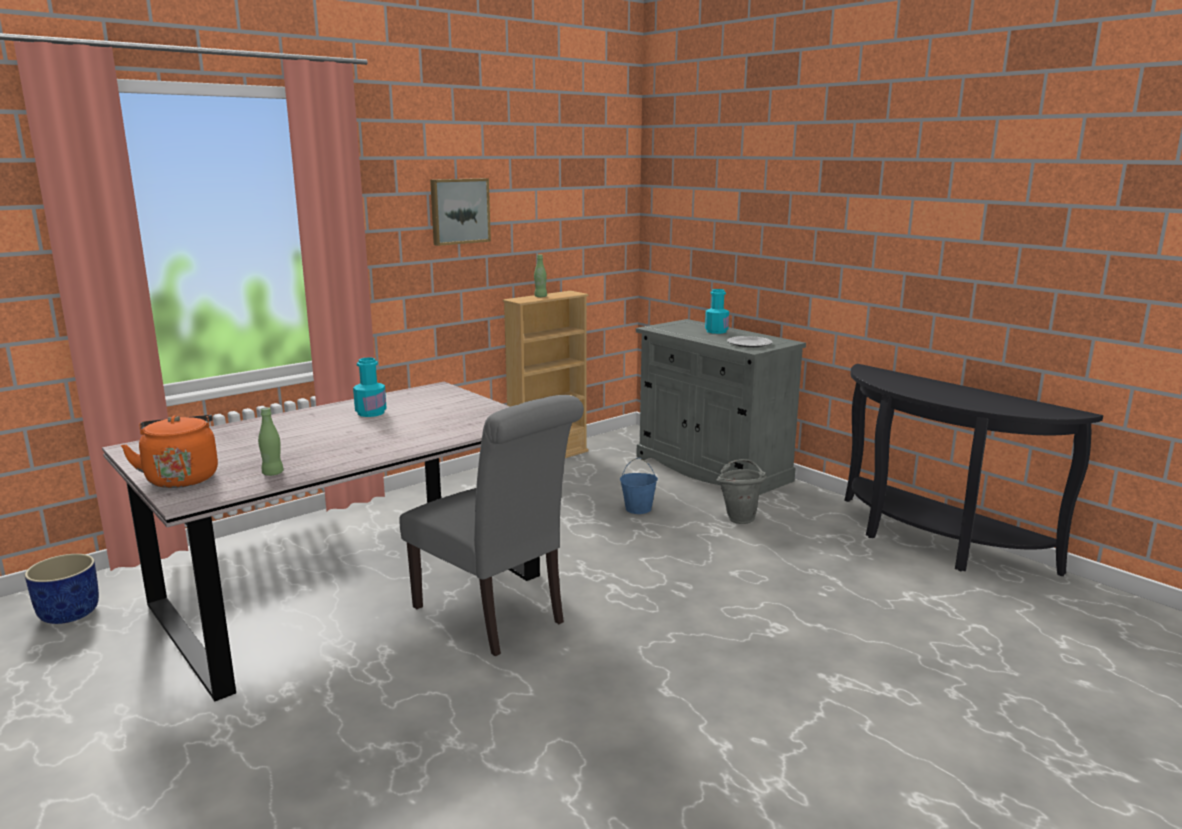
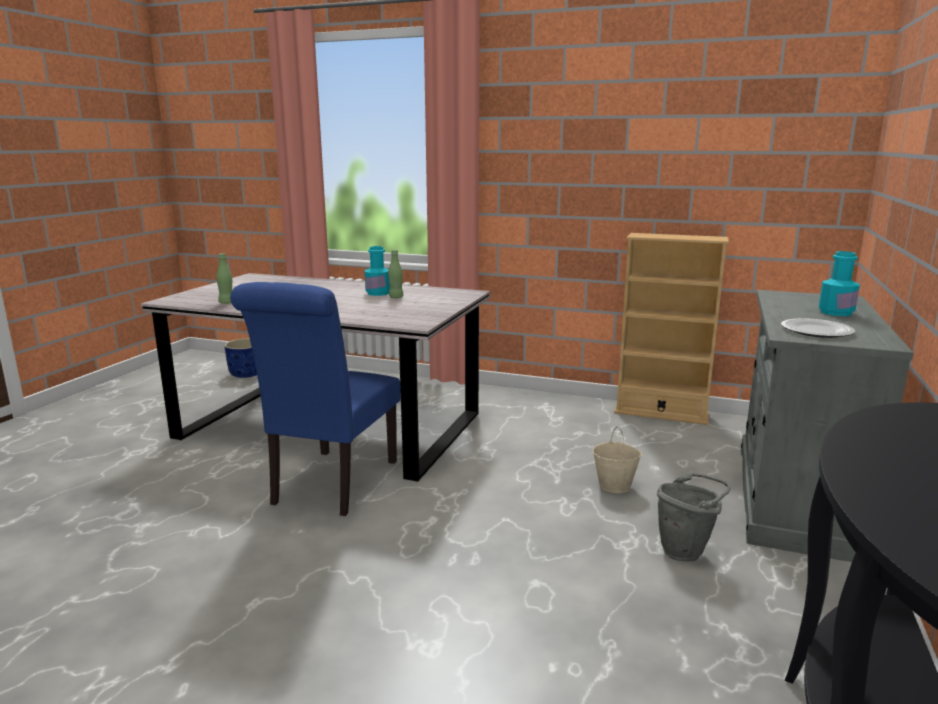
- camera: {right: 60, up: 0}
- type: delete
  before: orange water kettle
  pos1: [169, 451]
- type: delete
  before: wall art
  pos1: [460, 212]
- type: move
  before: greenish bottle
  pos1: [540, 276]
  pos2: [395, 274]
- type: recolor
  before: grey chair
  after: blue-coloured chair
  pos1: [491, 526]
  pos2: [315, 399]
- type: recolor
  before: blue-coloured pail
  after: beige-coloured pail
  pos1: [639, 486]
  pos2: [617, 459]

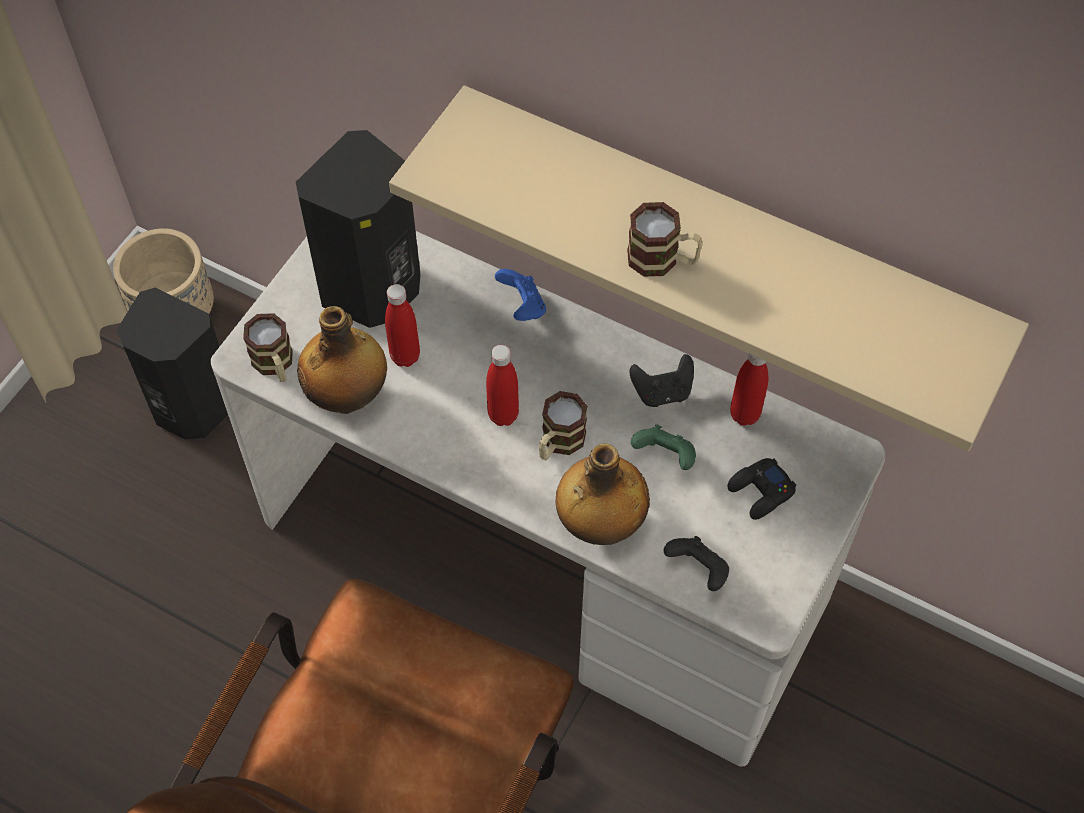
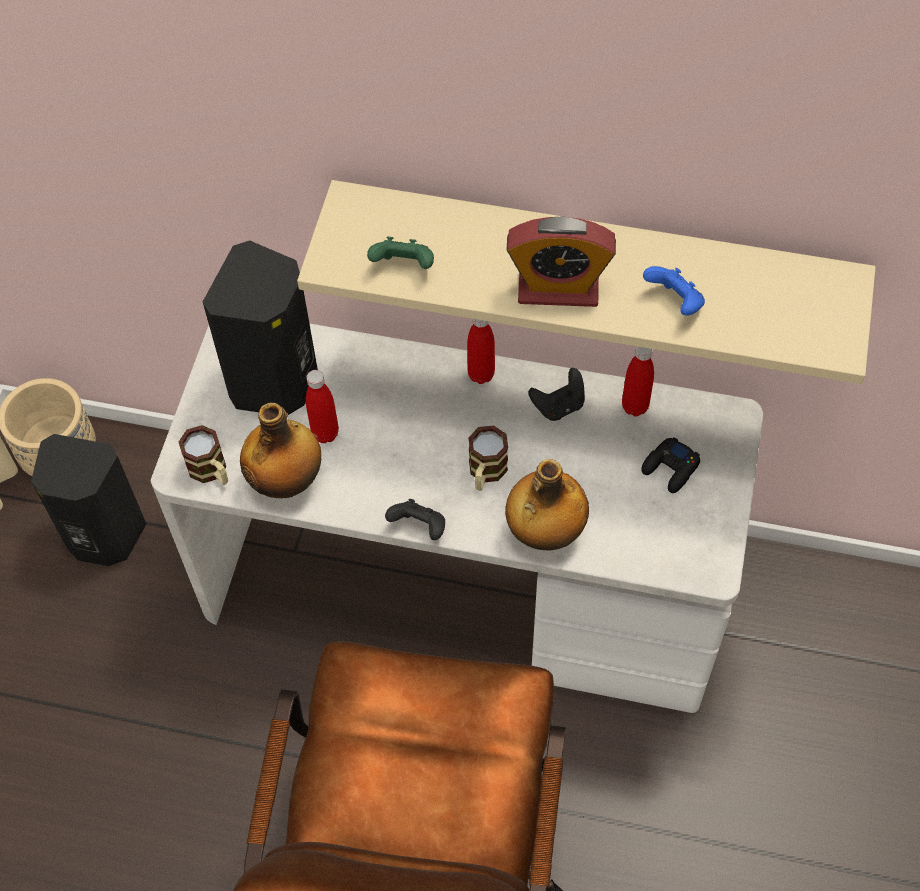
- camera: {right: -15, up: 0}
- type: move
  before: reddish bottle
  pos1: [502, 385]
  pos2: [481, 351]
- type: move
  before: blue-coloured gamepad
  pos1: [520, 295]
  pos2: [674, 291]
- type: move
  before: greenish gamepad
  pos1: [663, 447]
  pos2: [400, 253]
- type: move
  before: black-coloured gamepad
  pos1: [696, 563]
  pos2: [415, 519]
- type: replace
  before: mug
  after: alarm clock
  pos1: [665, 239]
  pos2: [561, 261]

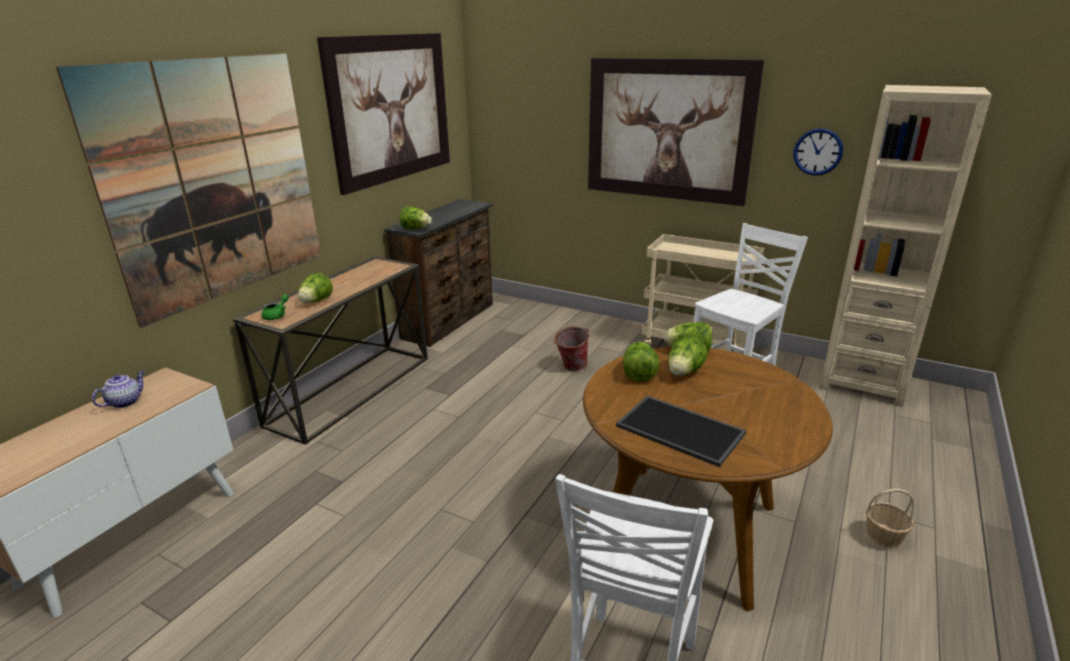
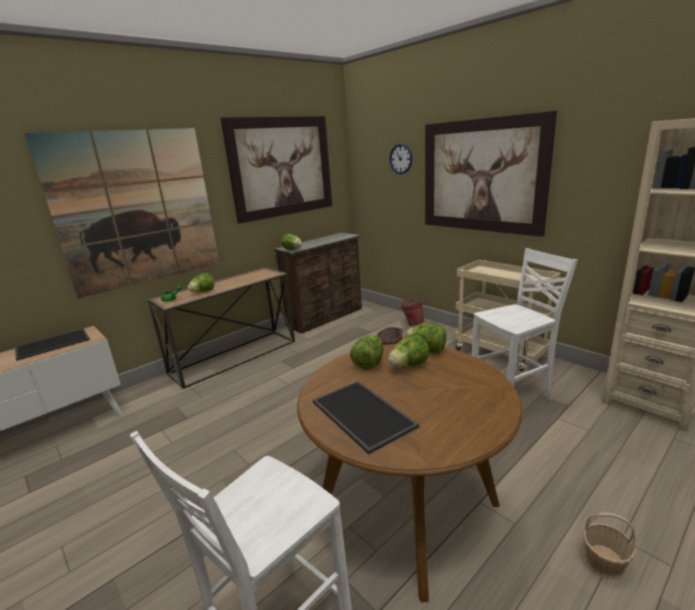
- camera: {right: 20, up: -5}
- type: insert
  after: pail
  pos2: [412, 312]
- type: move
  before: wall clock
  pos1: [818, 151]
  pos2: [400, 159]
- type: replace
  before: tea pot
  after: serving tray
  pos1: [118, 389]
  pos2: [52, 344]

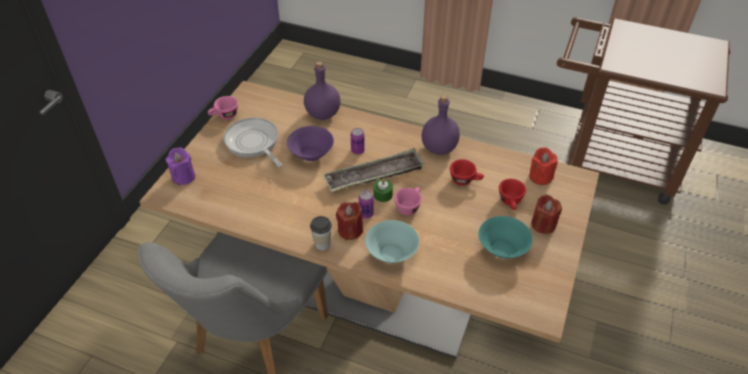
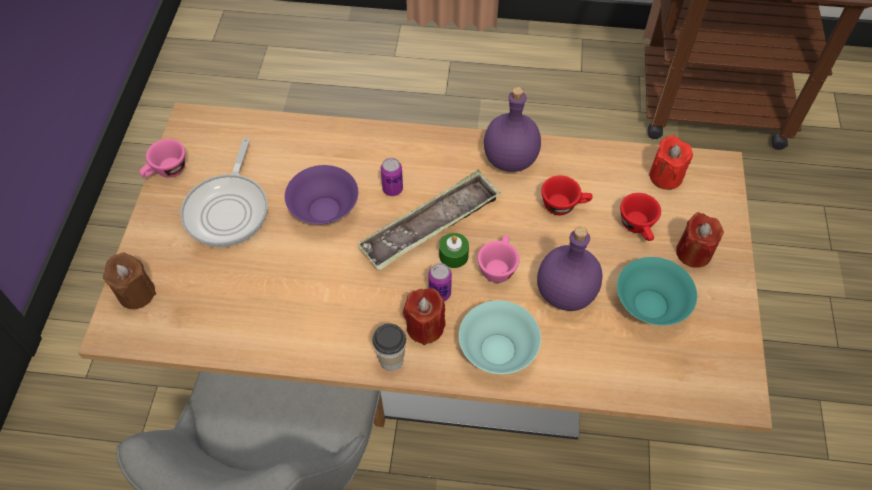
- camera: {right: -15, up: 10}
- type: move
  before: purplish bottle
  pos1: [322, 90]
  pos2: [570, 269]
- type: recolor
  before: purplish wax candle
  after: brown wax candle
  pos1: [180, 166]
  pos2: [129, 280]
- type: rotate
  before: frying pan
  pos1: [253, 142]
  pos2: [224, 192]
  turn: -120

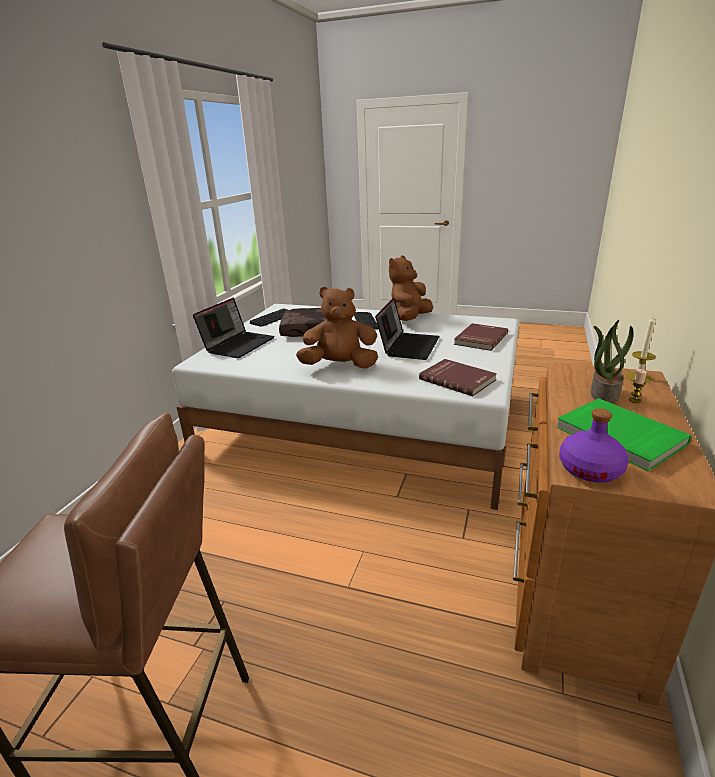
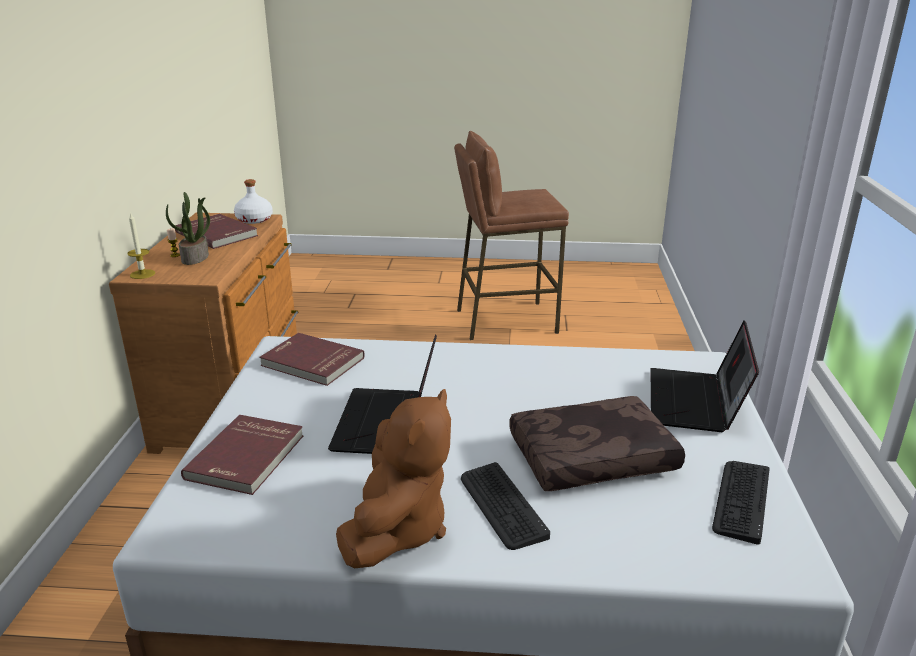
- camera: {right: 165, up: 0}
- type: delete
  before: brown soft toy
  pos1: [337, 327]
- type: recolor
  before: greenish bound book
  after: reddish bound book
  pos1: [624, 434]
  pos2: [216, 231]
- type: recolor
  before: purplish bottle
  after: white-coloured bottle
  pos1: [594, 445]
  pos2: [253, 201]

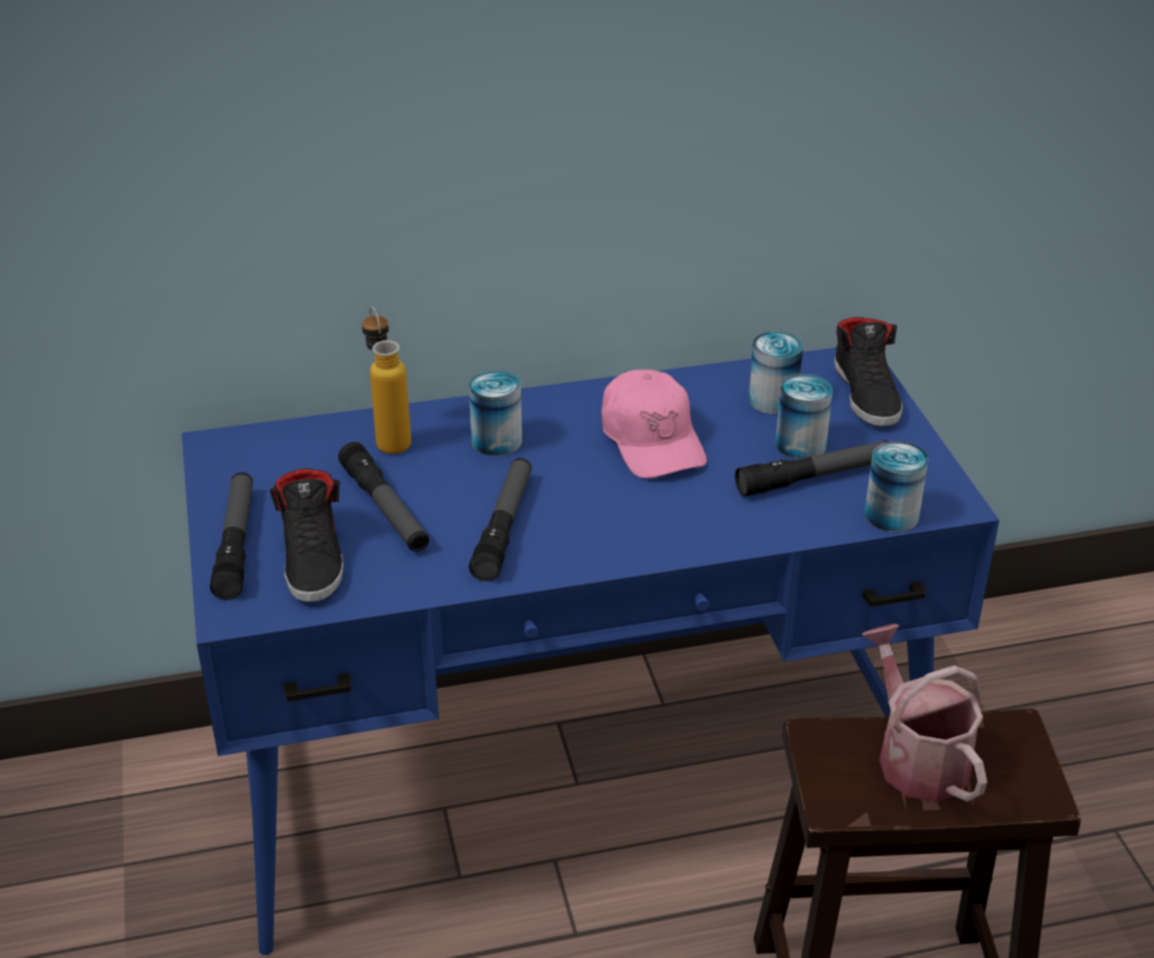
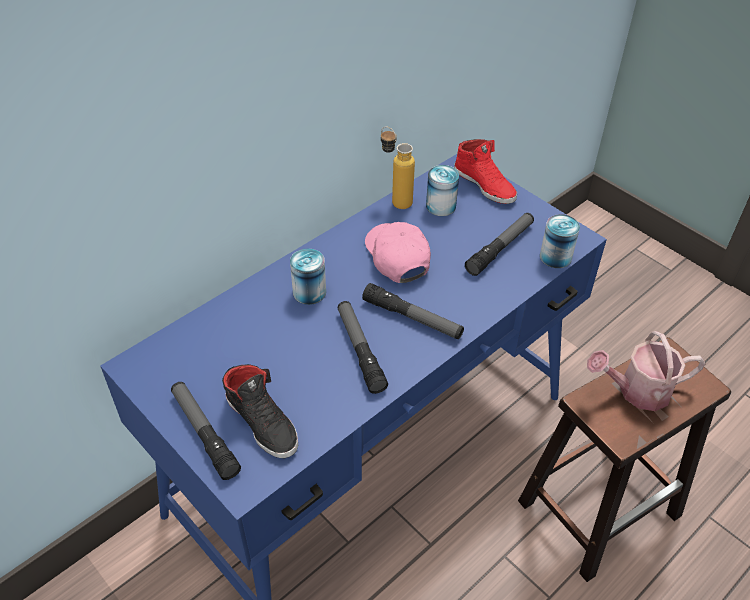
- camera: {right: -30, up: 10}
- type: delete
  before: sealed can
  pos1: [804, 417]
- type: move
  before: torch
  pos1: [383, 497]
  pos2: [413, 311]
- type: move
  before: bottle
  pos1: [386, 380]
  pos2: [398, 167]
- type: recolor
  before: black-coloured item of footwear
  after: reddish item of footwear
  pos1: [868, 371]
  pos2: [485, 171]
- type: rotate
  before: pink-coloured peaked cap
  pos1: [654, 424]
  pos2: [398, 252]
  turn: -150
- type: rotate
  before: watering can
  pos1: [924, 713]
  pos2: [646, 371]
  turn: -45

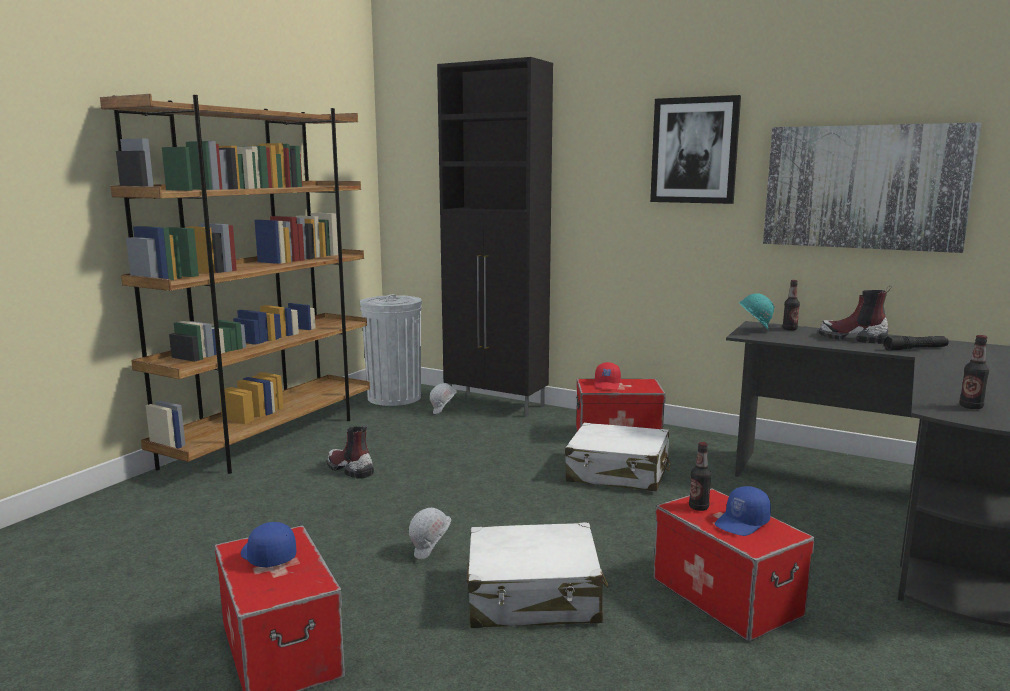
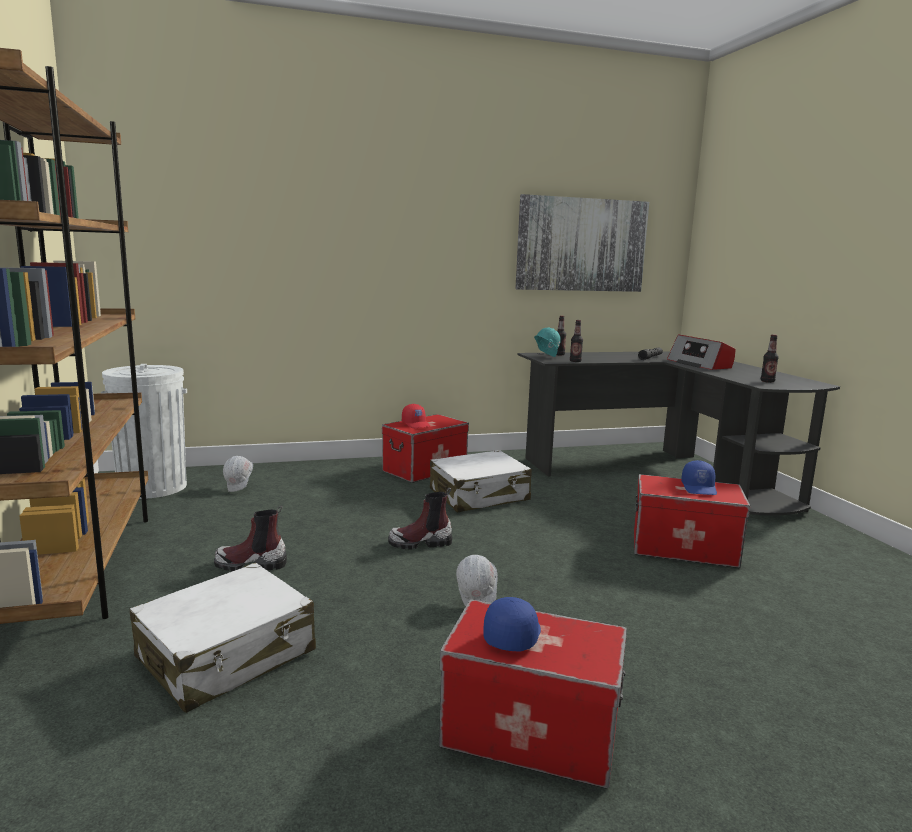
- camera: {right: -45, up: 0}
- type: delete
  before: black-coloured cabinet
  pos1: [495, 237]
- type: delete
  before: wall art
  pos1: [695, 149]
- type: insert
  after: radio
  pos2: [701, 352]
- type: move
  before: white-coloured suitcase
  pos1: [538, 575]
  pos2: [223, 638]
- type: move
  before: bottle
  pos1: [700, 476]
  pos2: [576, 341]
- type: move
  before: boot
  pos1: [855, 315]
  pos2: [420, 518]
- type: rotate
  before: blue-coloured peaked cap
  pos1: [268, 544]
  pos2: [512, 624]
  turn: 105

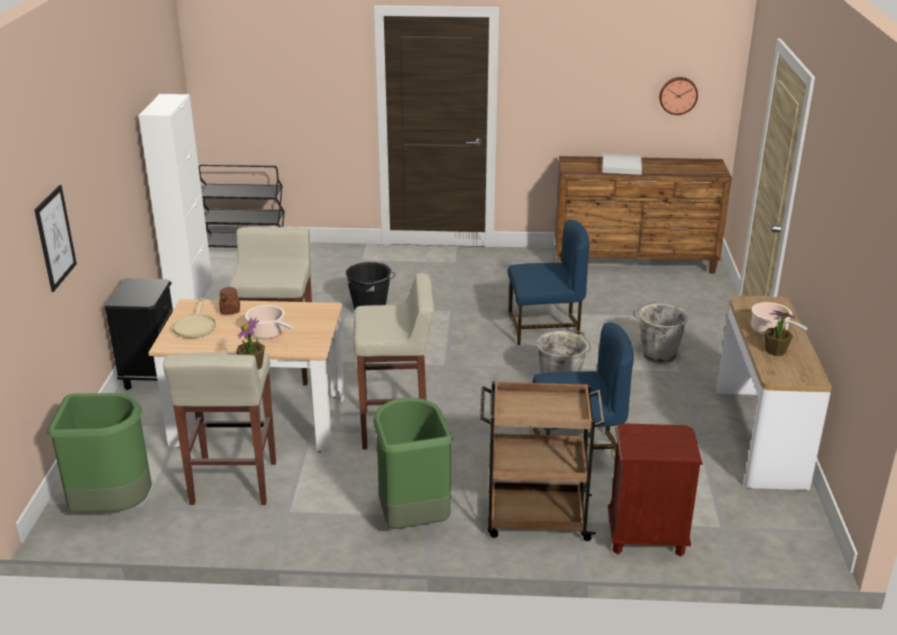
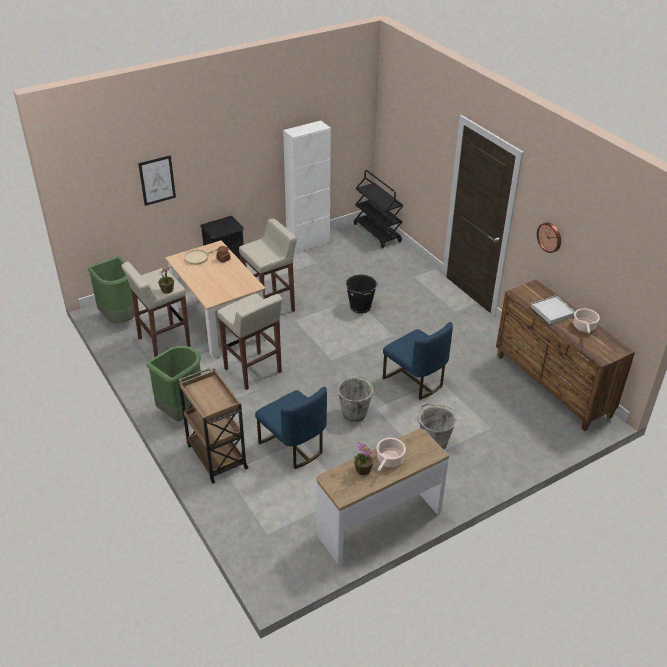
- camera: {right: 55, up: 10}
- type: delete
  before: brown night table
  pos1: [655, 490]
- type: move
  before: stockpot
  pos1: [269, 322]
  pos2: [586, 320]
- type: move
  before: wall clock
  pos1: [678, 96]
  pos2: [549, 237]

